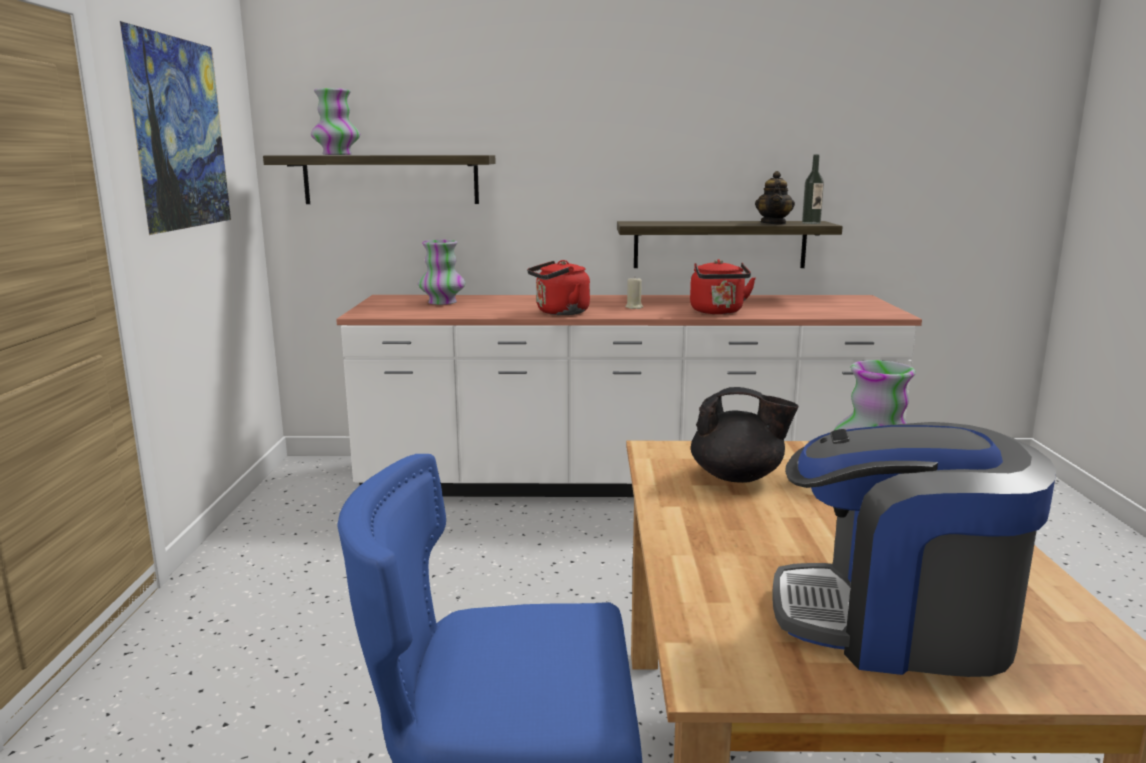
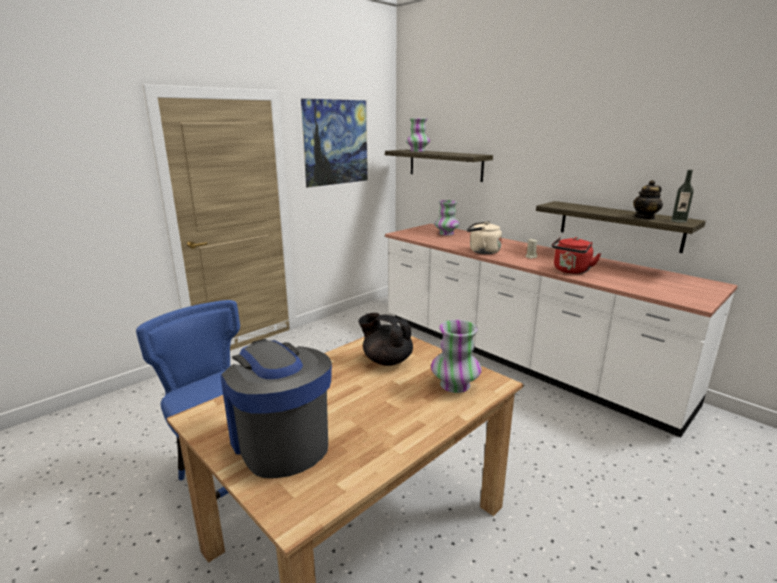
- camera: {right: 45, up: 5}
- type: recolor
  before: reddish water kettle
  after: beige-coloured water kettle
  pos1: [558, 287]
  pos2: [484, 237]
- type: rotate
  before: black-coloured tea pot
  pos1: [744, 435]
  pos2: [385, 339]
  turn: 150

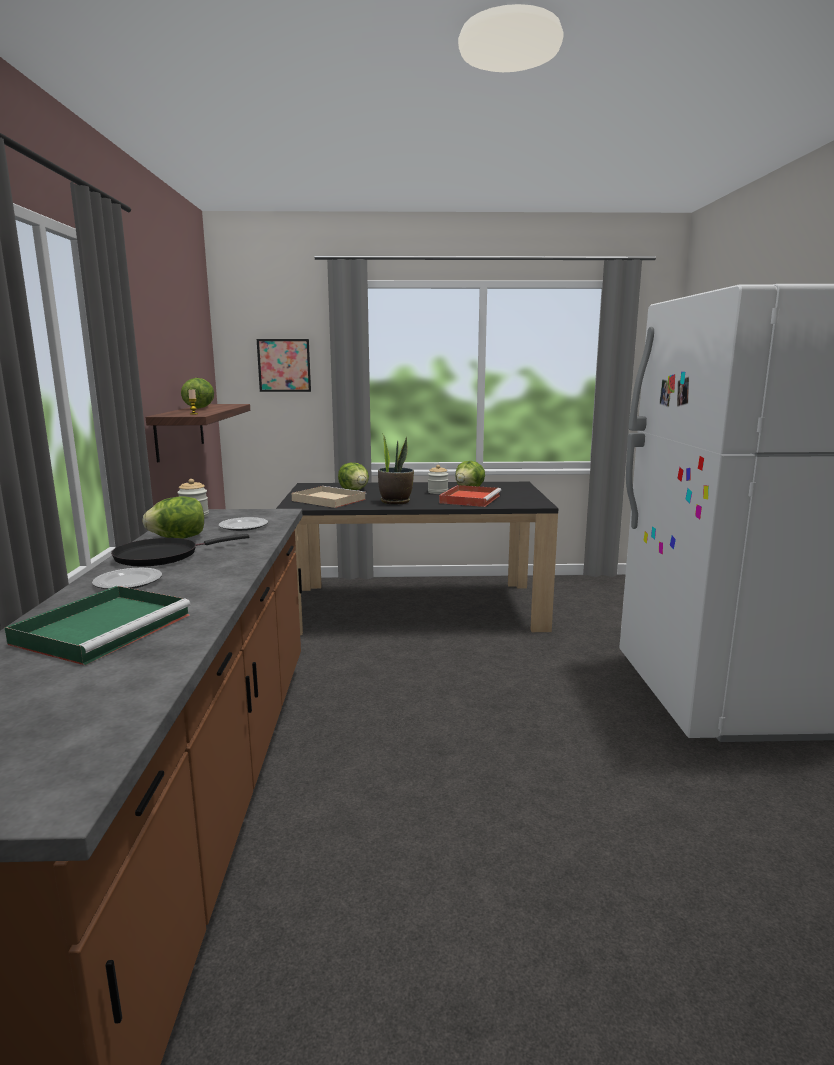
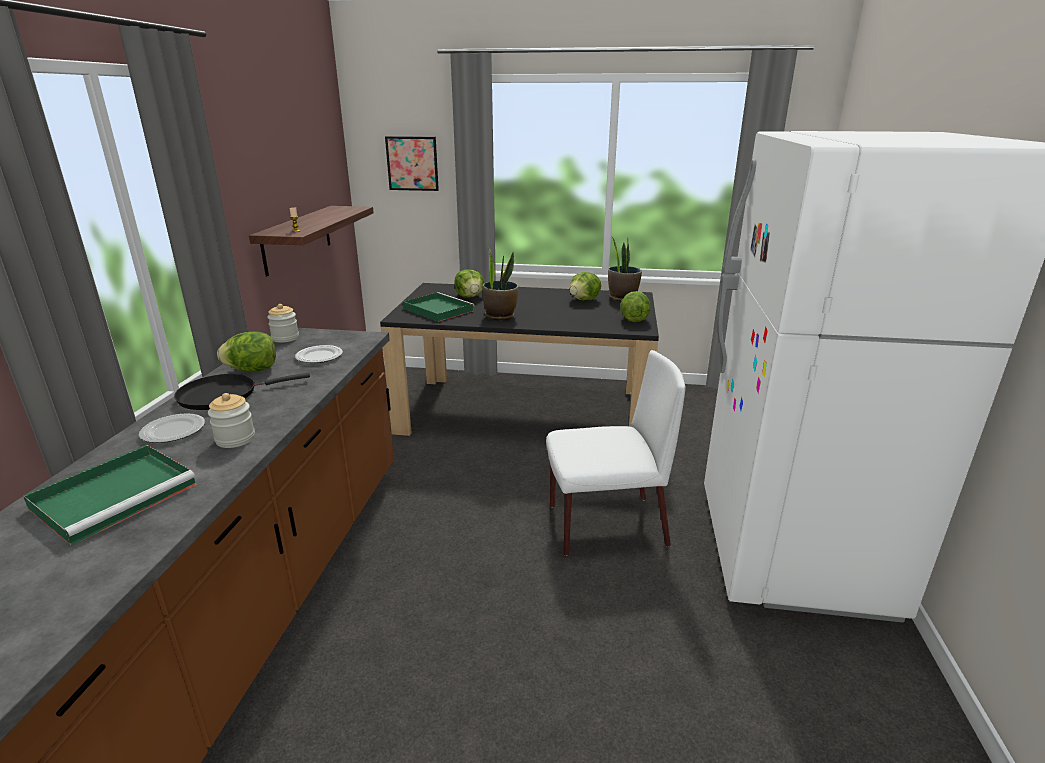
- camera: {right: 10, up: 10}
- type: delete
  before: reddish serving tray
  pos1: [470, 496]
- type: insert
  after: white-coloured chair
  pos2: [616, 453]
- type: insert
  after: houseplant
  pos2: [625, 269]
- type: move
  before: head of lettuce
  pos1: [197, 393]
  pos2: [635, 306]
- type: move
  before: preserve jar
  pos1: [438, 479]
  pos2: [231, 420]
- type: recolor
  before: beige-coloured serving tray
  after: greenish serving tray
  pos1: [329, 497]
  pos2: [438, 307]

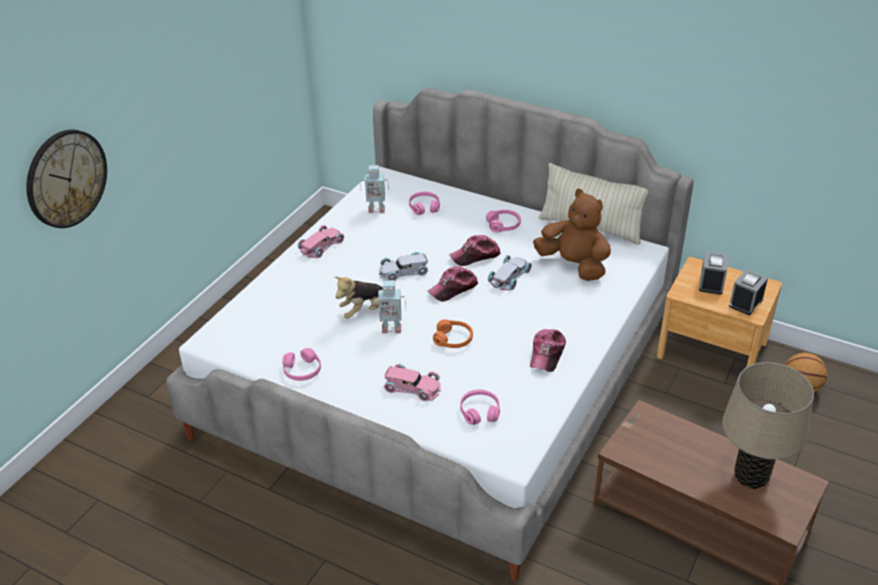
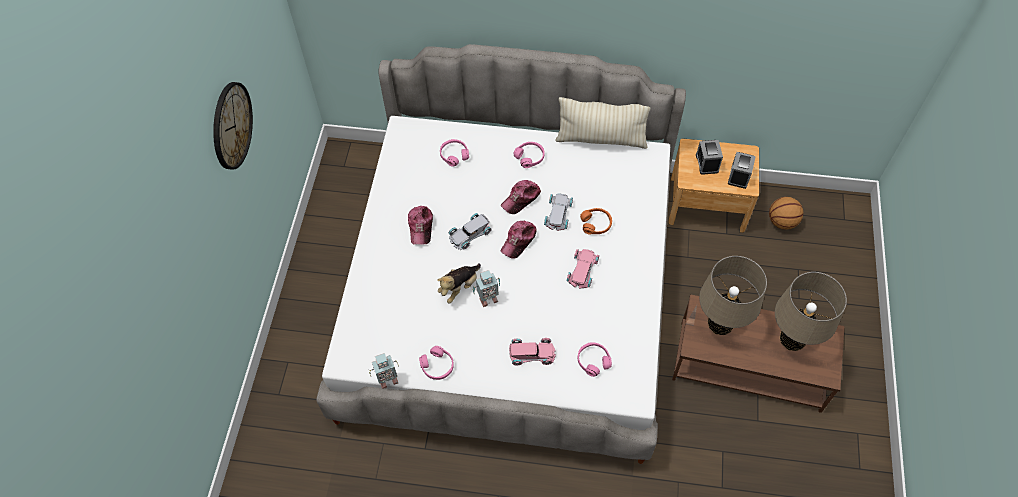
- camera: {right: -20, up: 20}
- type: delete
  before: brown soft toy
  pos1: [572, 235]
- type: insert
  after: beige-coloured lamp for a table
  pos2: [733, 295]
- type: move
  before: wall clock
  pos1: [66, 179]
  pos2: [233, 126]
- type: move
  before: pink-coloured model car
  pos1: [320, 241]
  pos2: [583, 269]
- type: move
  before: toy robot
  pos1: [374, 189]
  pos2: [384, 371]
- type: move
  before: orange headphones
  pos1: [453, 333]
  pos2: [596, 221]
- type: move
  before: peaked cap
  pos1: [548, 350]
  pos2: [420, 225]

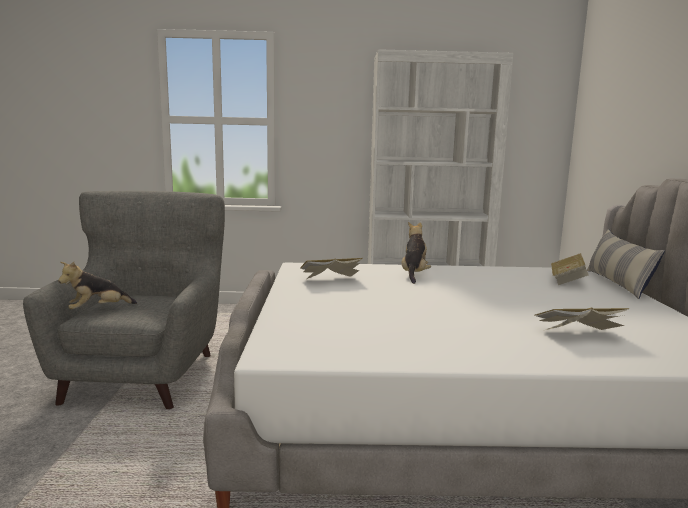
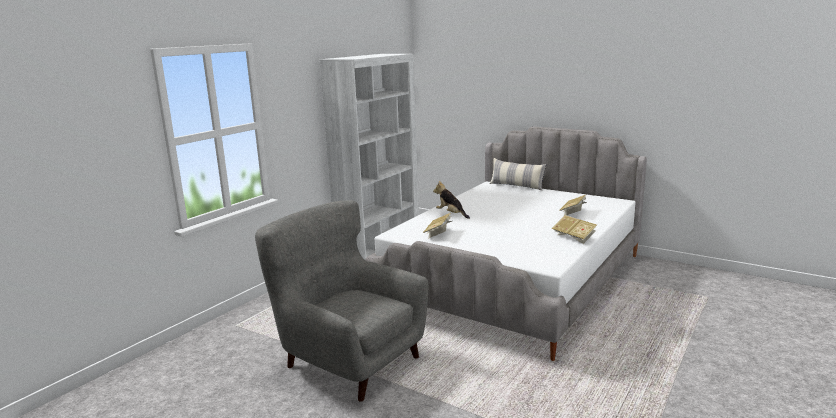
- camera: {right: -55, up: 5}
- type: delete
  before: soft toy
  pos1: [97, 285]
- type: move
  before: bound book
  pos1: [570, 269]
  pos2: [574, 229]

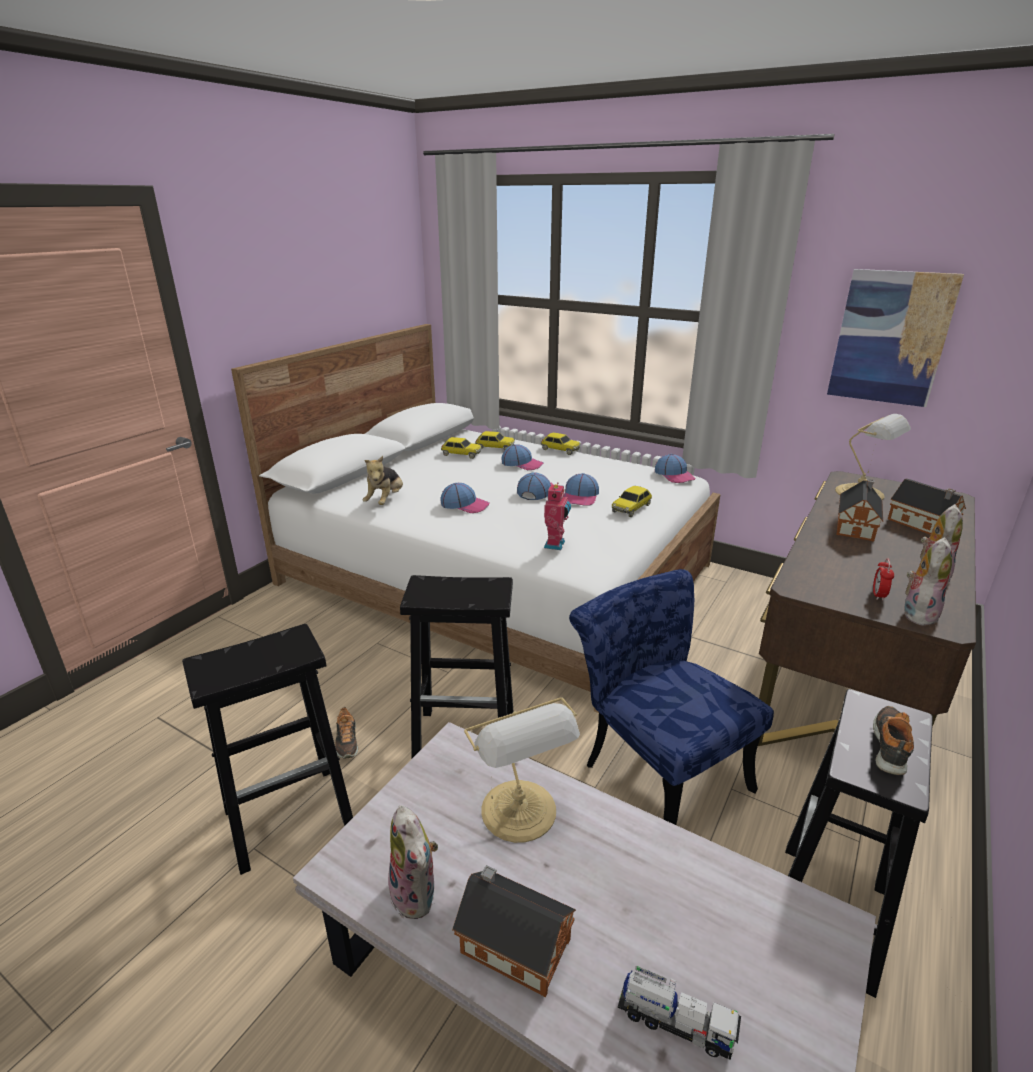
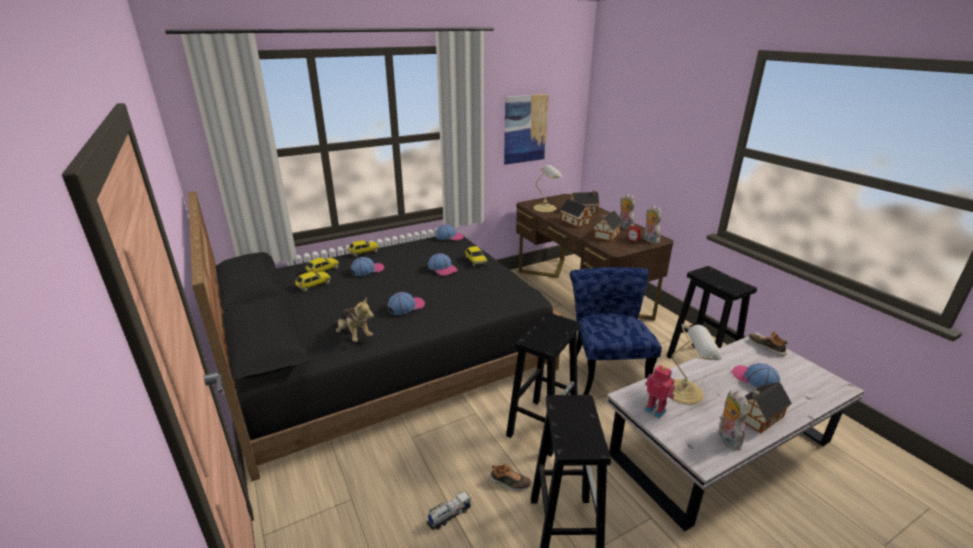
- camera: {right: -60, up: 0}
- type: insert
  after: miniature house
  pos2: [608, 226]
- type: move
  before: peaked cap
  pos1: [535, 486]
  pos2: [756, 375]
- type: move
  before: toy robot
  pos1: [557, 517]
  pos2: [659, 391]
- type: move
  before: model truck
  pos1: [679, 1013]
  pos2: [449, 510]
- type: move
  before: item of footwear
  pos1: [893, 740]
  pos2: [768, 344]
- type: recolor
  before: white-coloured bedroom bed
  after: black-coloured bedroom bed
  pos1: [476, 518]
  pos2: [375, 336]
- type: rotate
  before: soft toy
  pos1: [413, 862]
  pos2: [733, 420]
  turn: -90
- type: rotate
  before: blue-coloured chair
  pos1: [671, 697]
  pos2: [616, 331]
  turn: 90

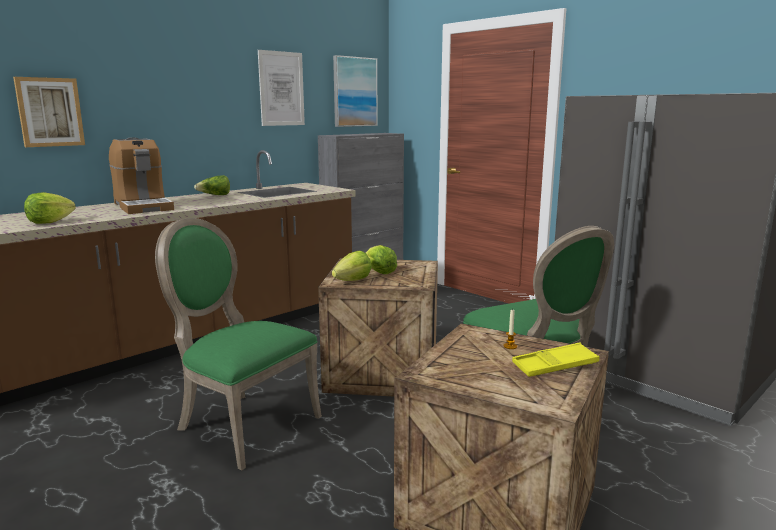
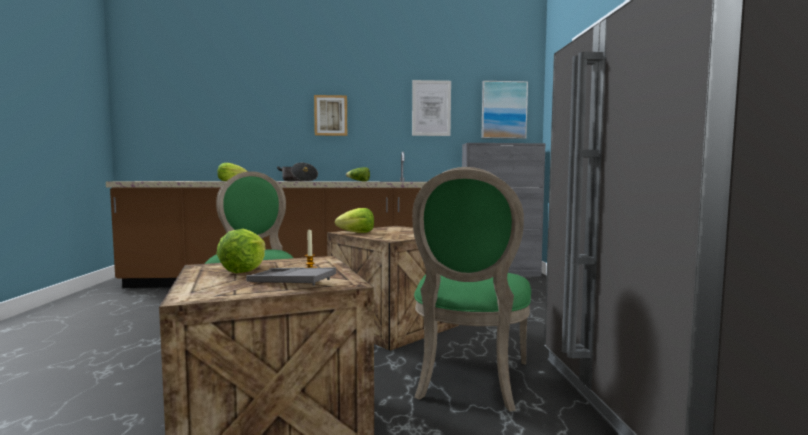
- camera: {right: 40, up: -10}
- type: move
  before: wall art
  pos1: [49, 112]
  pos2: [330, 115]
- type: move
  before: head of lettuce
  pos1: [381, 259]
  pos2: [241, 251]
- type: replace
  before: coffee maker
  after: stockpot
  pos1: [141, 175]
  pos2: [297, 171]
- type: recolor
  before: yellow serving tray
  after: grey serving tray
  pos1: [556, 360]
  pos2: [291, 276]

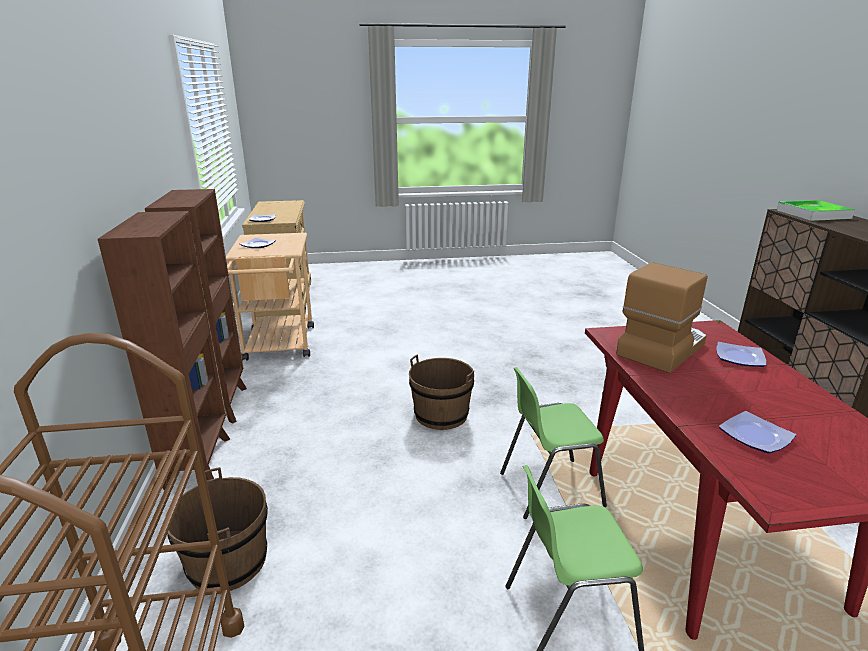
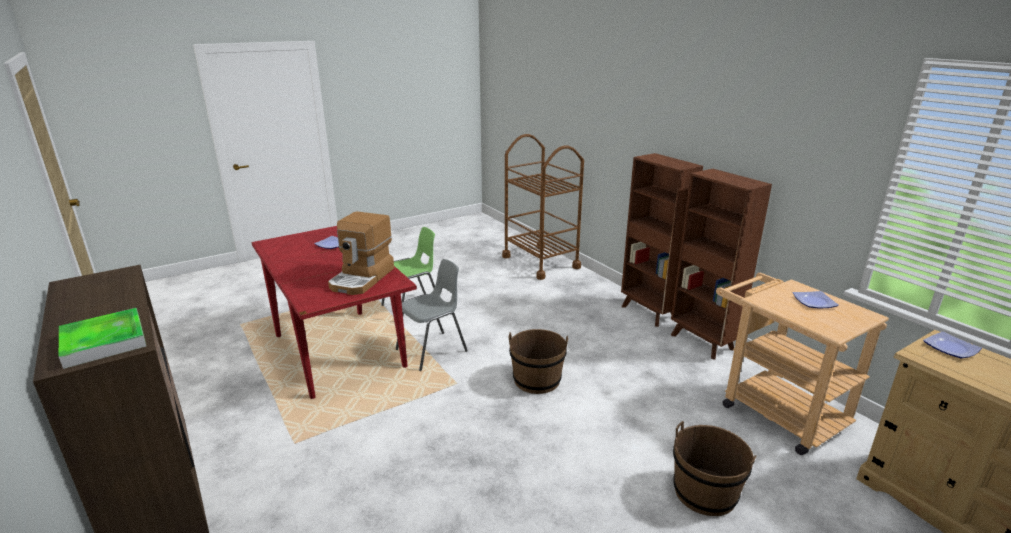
- camera: {right: 155, up: 0}
- type: delete
  before: dinner plate
  pos1: [741, 354]
- type: move
  before: brown pail
  pos1: [216, 529]
  pos2: [715, 468]
- type: recolor
  before: greenish chair
  after: grey chair
  pos1: [553, 443]
  pos2: [432, 315]

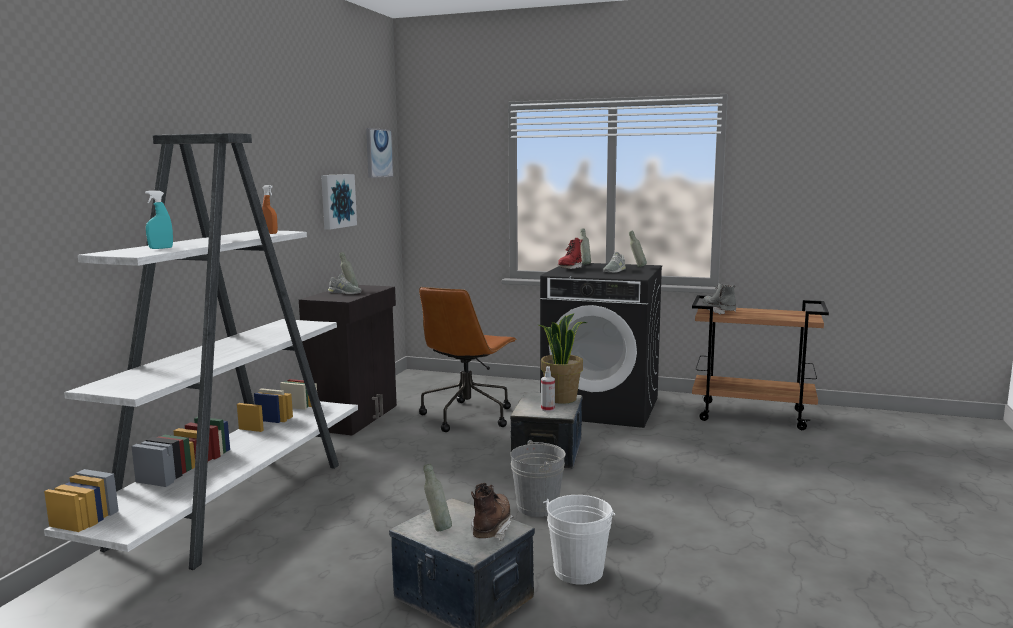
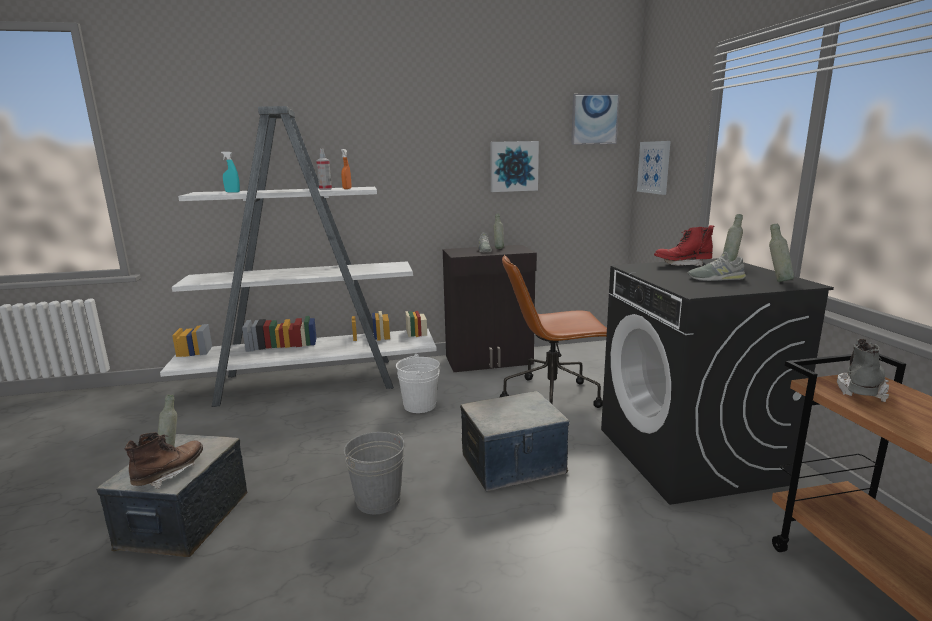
- camera: {right: 60, up: 5}
- type: delete
  before: houseplant
  pos1: [562, 358]
- type: insert
  after: wall art
  pos2: [654, 168]
- type: move
  before: hand sprayer
  pos1: [548, 389]
  pos2: [324, 169]
- type: move
  before: white-coloured pail
  pos1: [579, 540]
  pos2: [417, 383]
- type: rotate
  before: brown boot
  pos1: [492, 512]
  pos2: [163, 460]
  turn: -45

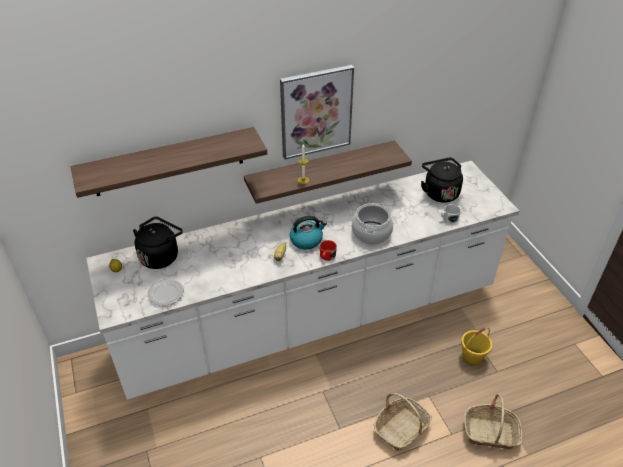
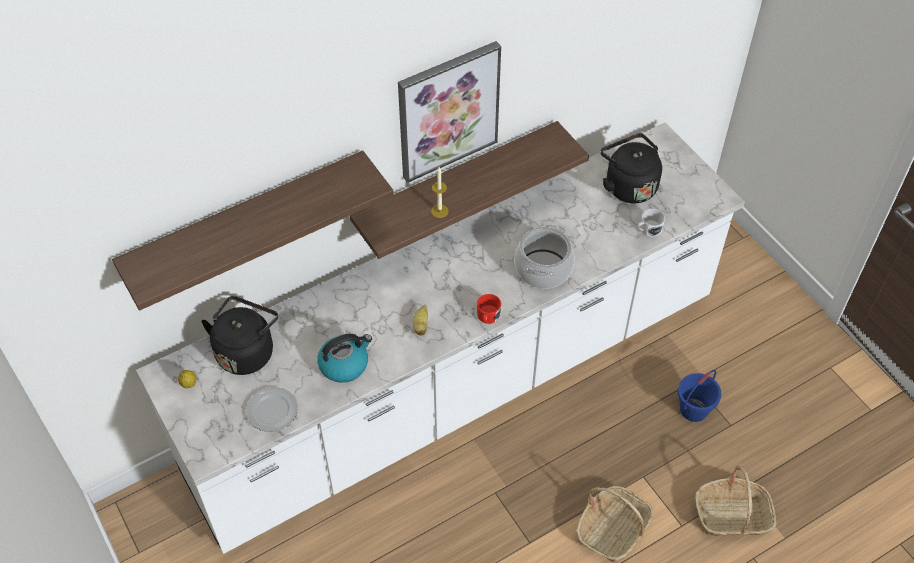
- camera: {right: -10, up: 10}
- type: move
  before: water kettle
  pos1: [308, 233]
  pos2: [344, 358]
- type: recolor
  before: yellow pail
  after: blue-coloured pail
  pos1: [476, 346]
  pos2: [699, 396]

